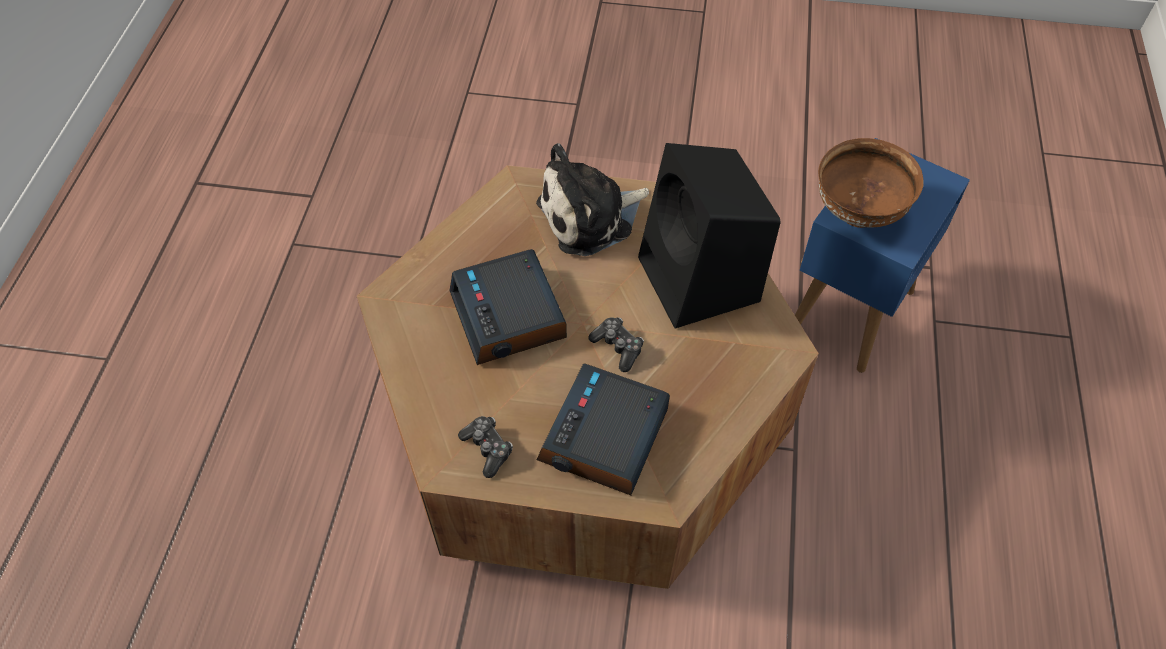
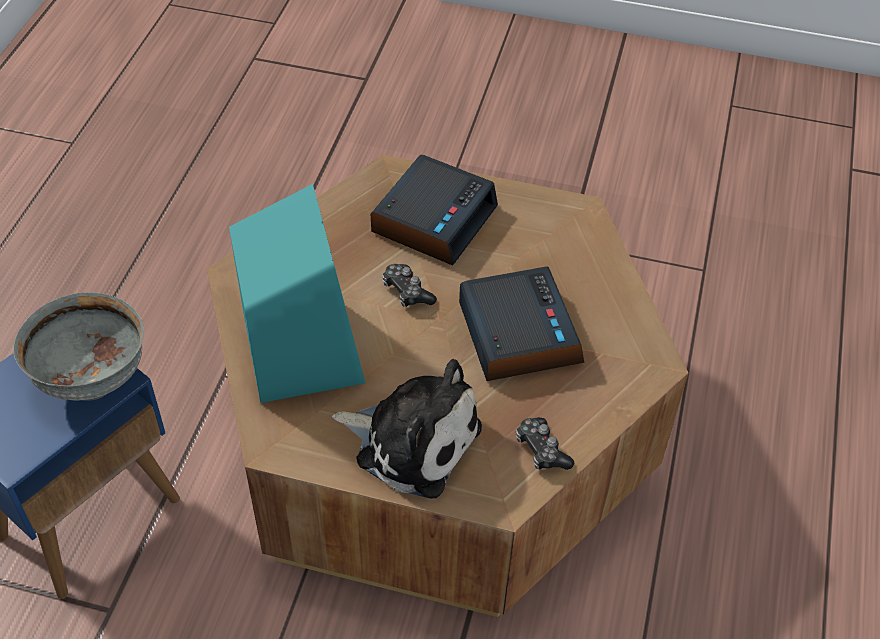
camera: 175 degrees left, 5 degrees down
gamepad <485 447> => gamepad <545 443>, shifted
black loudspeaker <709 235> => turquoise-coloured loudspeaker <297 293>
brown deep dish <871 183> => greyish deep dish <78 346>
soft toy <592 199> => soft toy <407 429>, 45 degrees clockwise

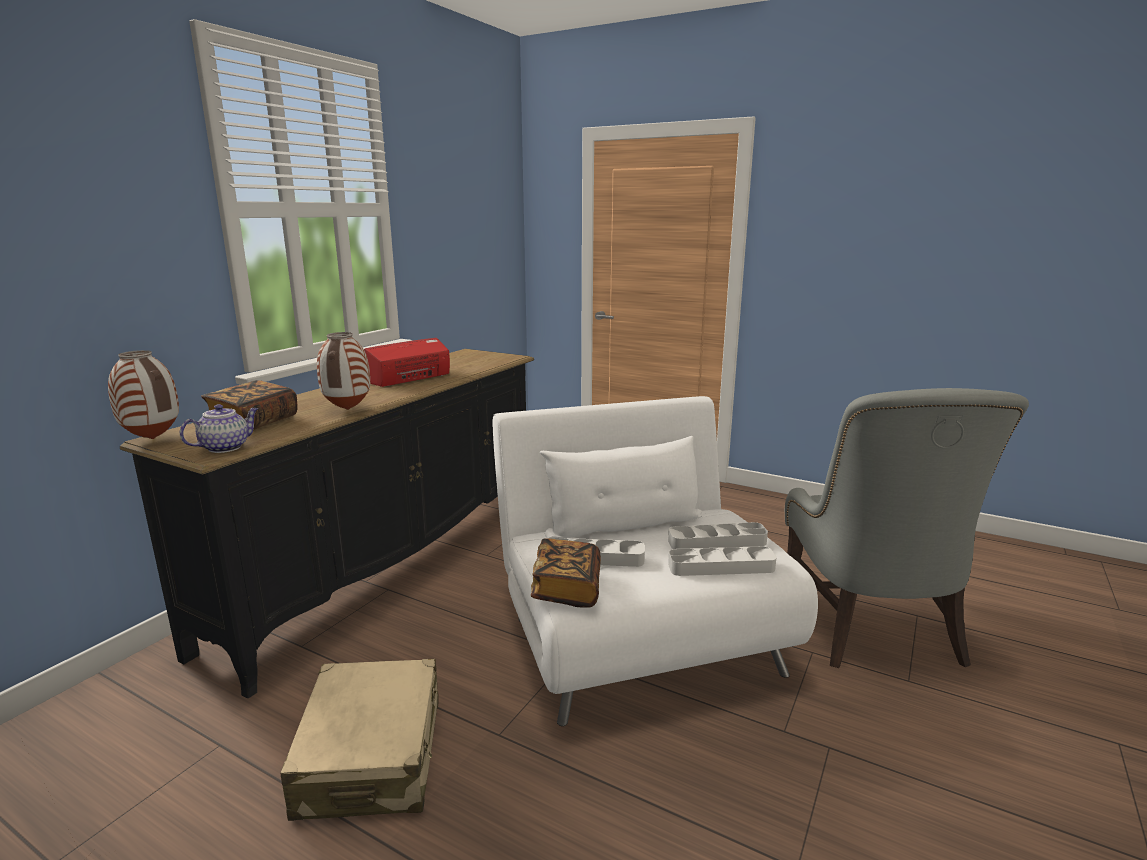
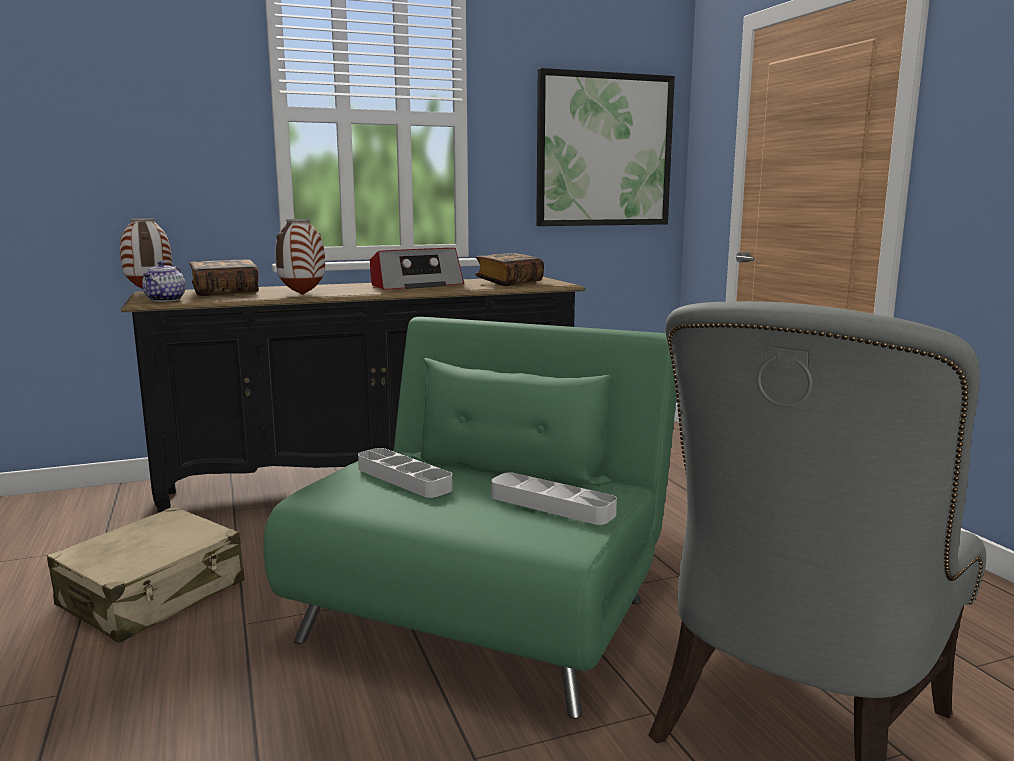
camera: 40 degrees right, 5 degrees down
greyish serving tray <722 561> => nothing
nothing => wall art <605 147>
book <566 573> => book <509 269>, shifted
whitish armchair <655 561> => green-coloured armchair <469 517>
tea pot <219 428> => tea pot <164 281>, 105 degrees clockwise
radio receiver <407 362> => radio receiver <417 269>, 150 degrees clockwise

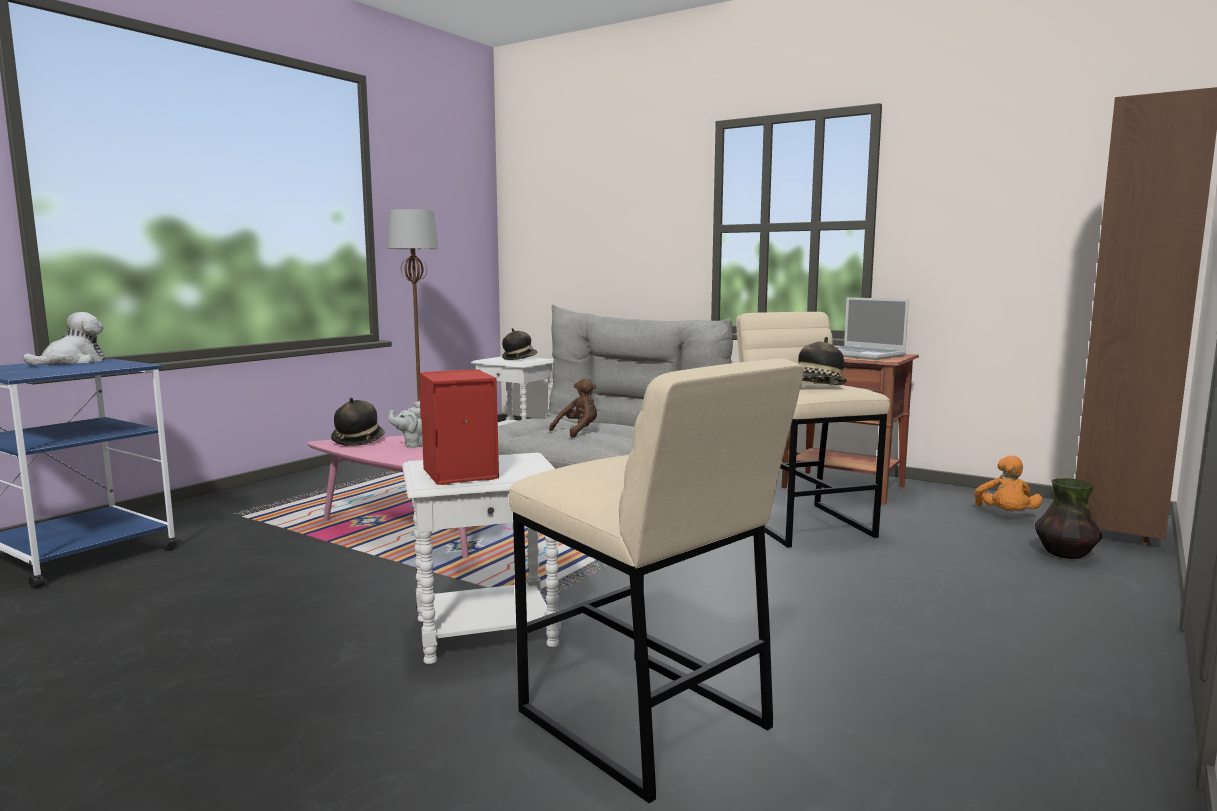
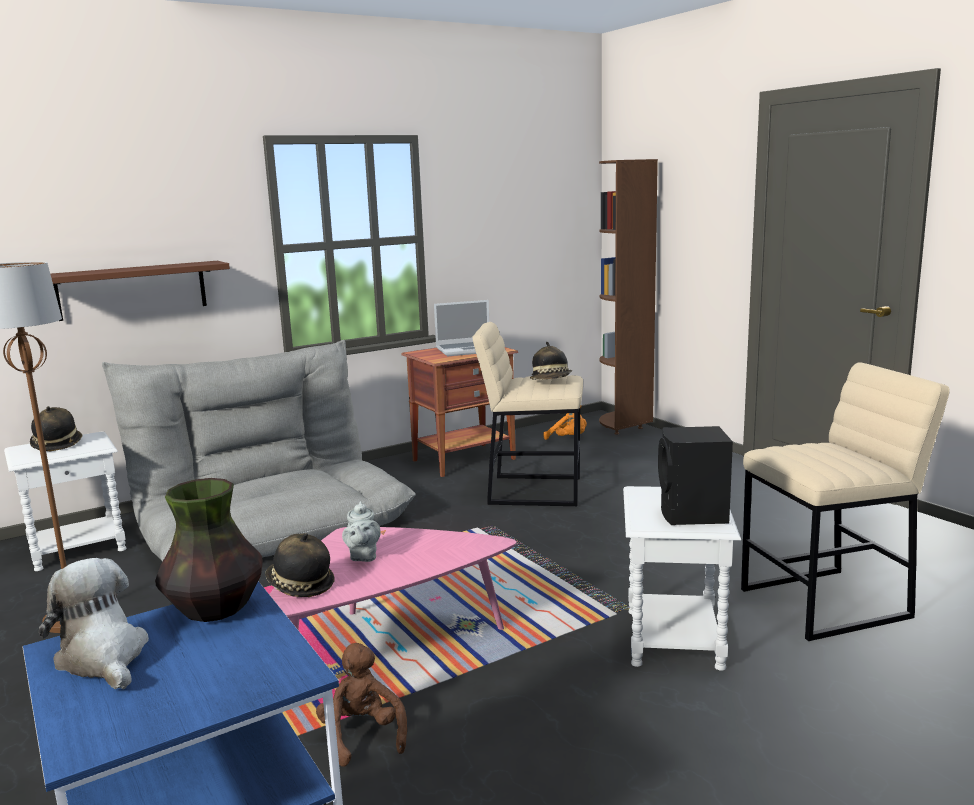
camera: 65 degrees left, 5 degrees up
nothing => brown shelf <140 291>
brown soft toy <573 408> => brown soft toy <361 705>, shifted
vase <1068 518> => vase <209 550>, shifted
reddish loudspeaker <459 427> => black loudspeaker <695 475>

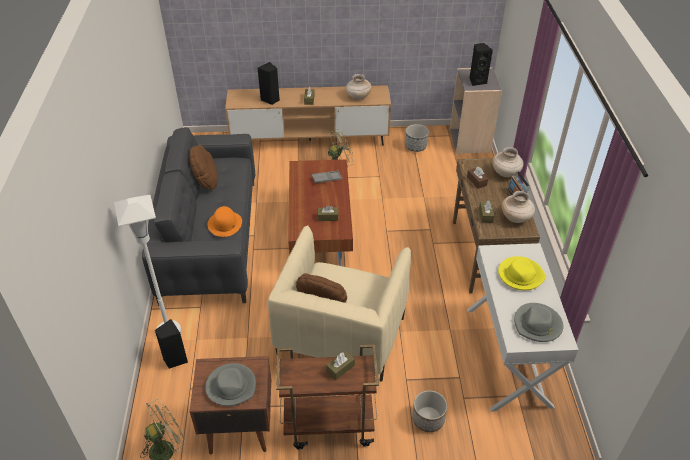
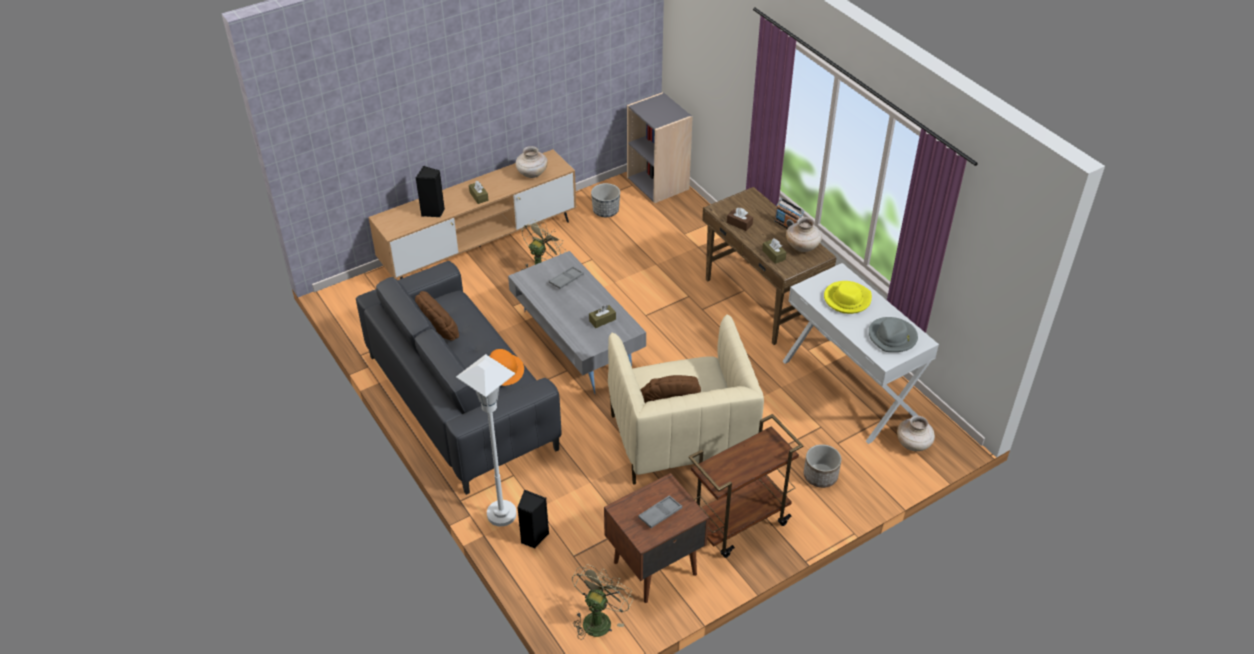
camera: 30 degrees left, 0 degrees up
brown box of tissues <340 365> => nothing
black loudspeaker <481 64> => nothing
sand-coloured vase <507 162> => sand-coloured vase <916 433>, shifted
greyish clothing hat <230 384> => greyish serving tray <660 511>
brown lounge table <320 212> => greyish lounge table <577 322>

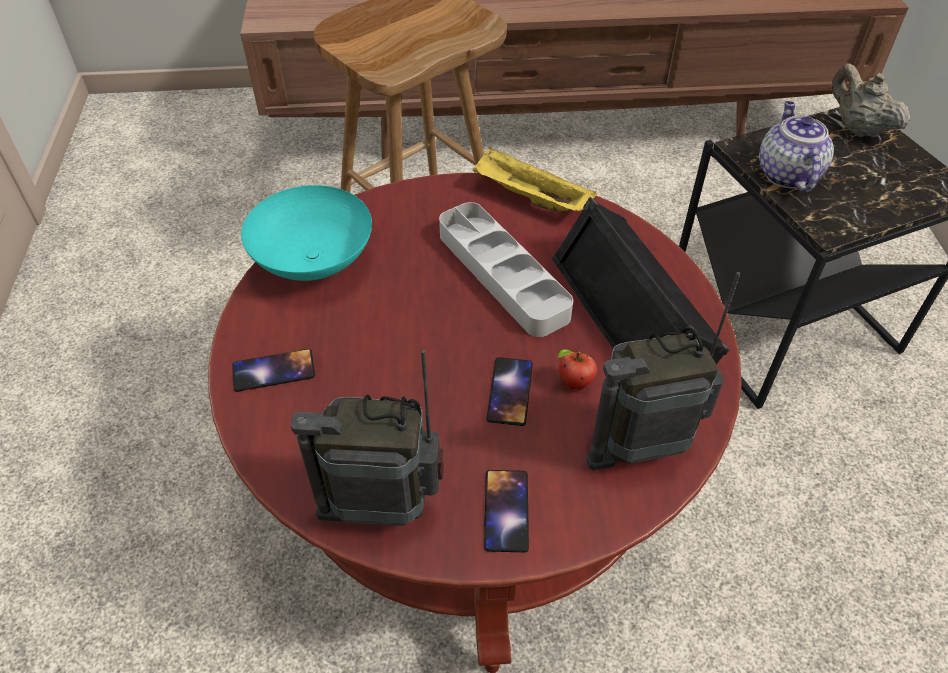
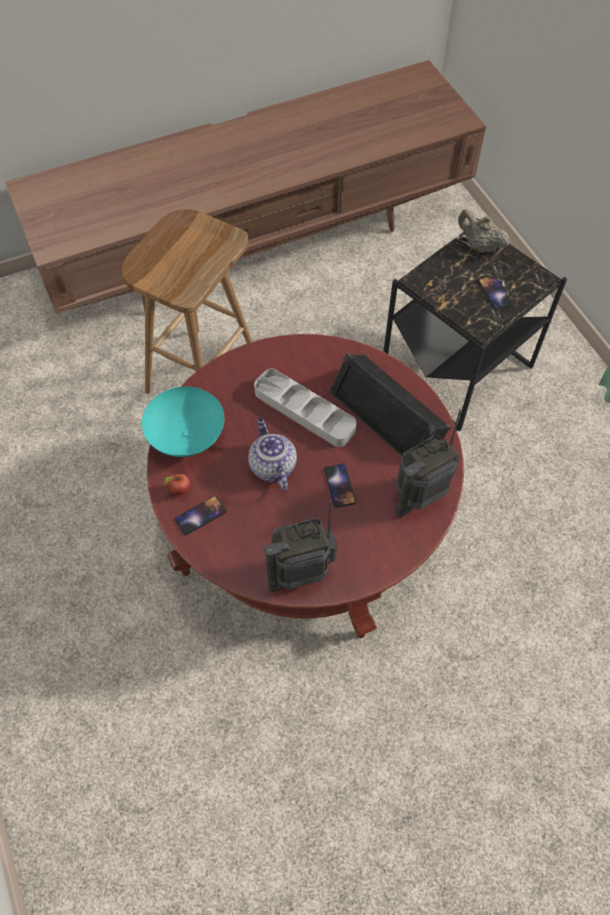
camera: 20 degrees left, 10 degrees up
yellow serving tray <535 179> => nothing
phone <506 511> => phone <495 292>, shifted
apple <577 369> => apple <177 484>, shifted
tea pot <796 146> => tea pot <272 454>, shifted

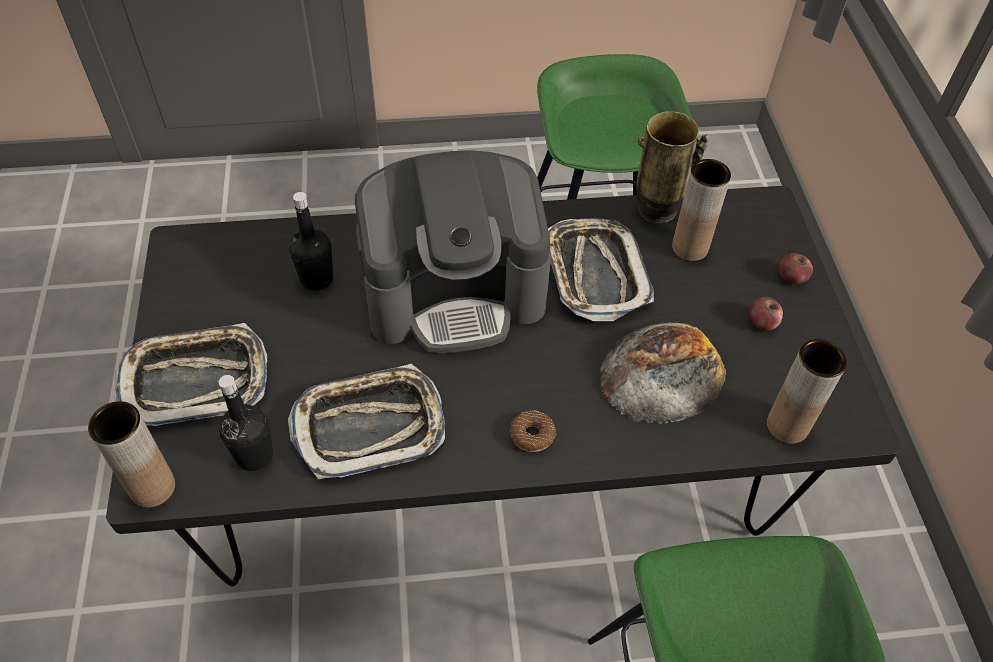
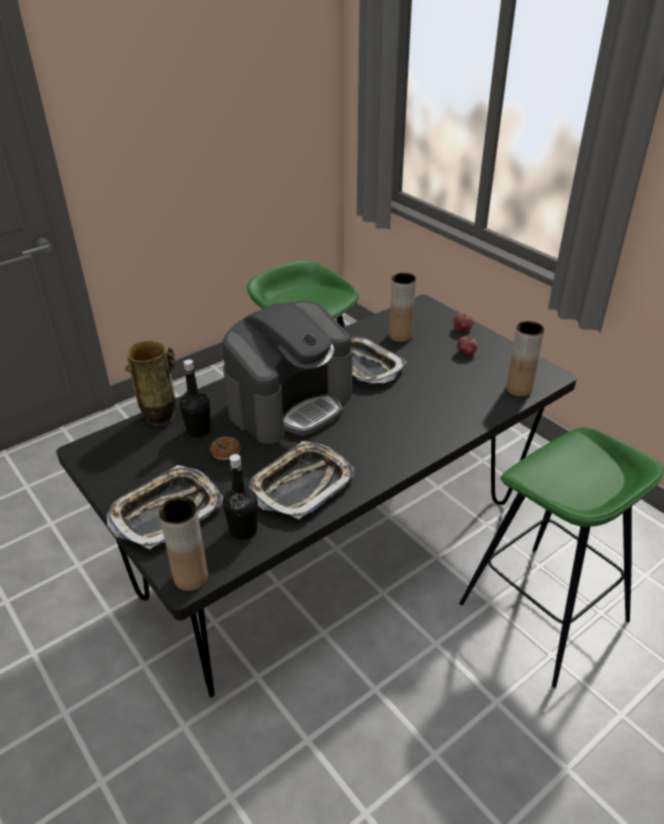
camera: 30 degrees left, 15 degrees down
baked bread <663 373> => nothing
ring doughnut <533 431> => ring doughnut <225 448>, shifted
vase <672 168> => vase <150 383>, shifted

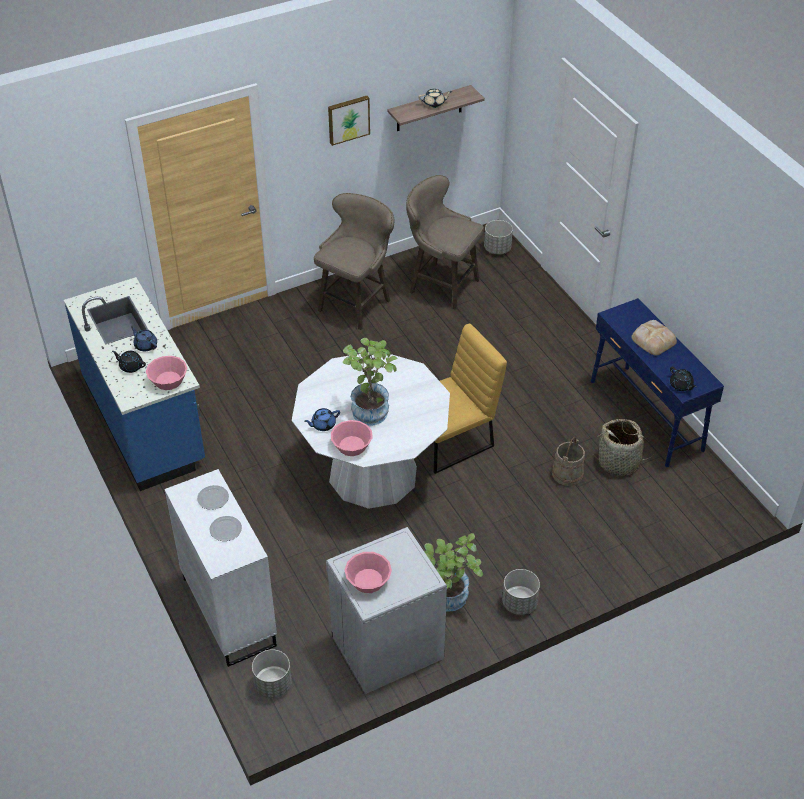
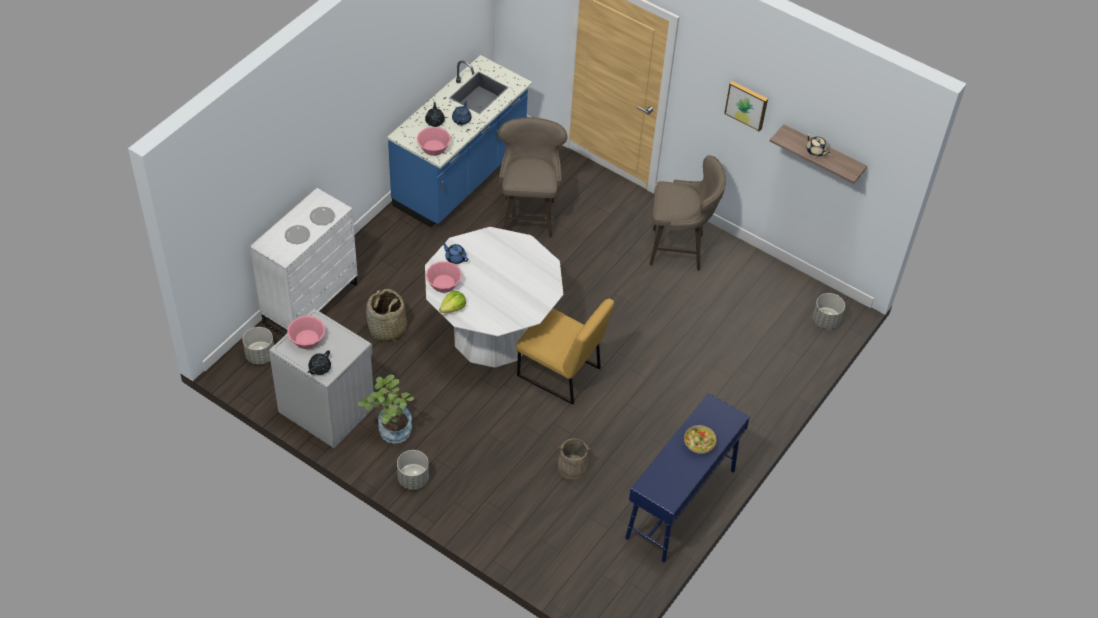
camera: 60 degrees right, 5 degrees up
plant in a pot <370 382> => nothing
nothing => lettuce head <452 302>
sand-coloured stool seat <445 242> => sand-coloured stool seat <533 177>, shifted
basket <623 447> => basket <386 315>, shifted
black tea pot <683 379> => black tea pot <319 362>, shifted
baked bread <654 338> => deep dish <700 439>

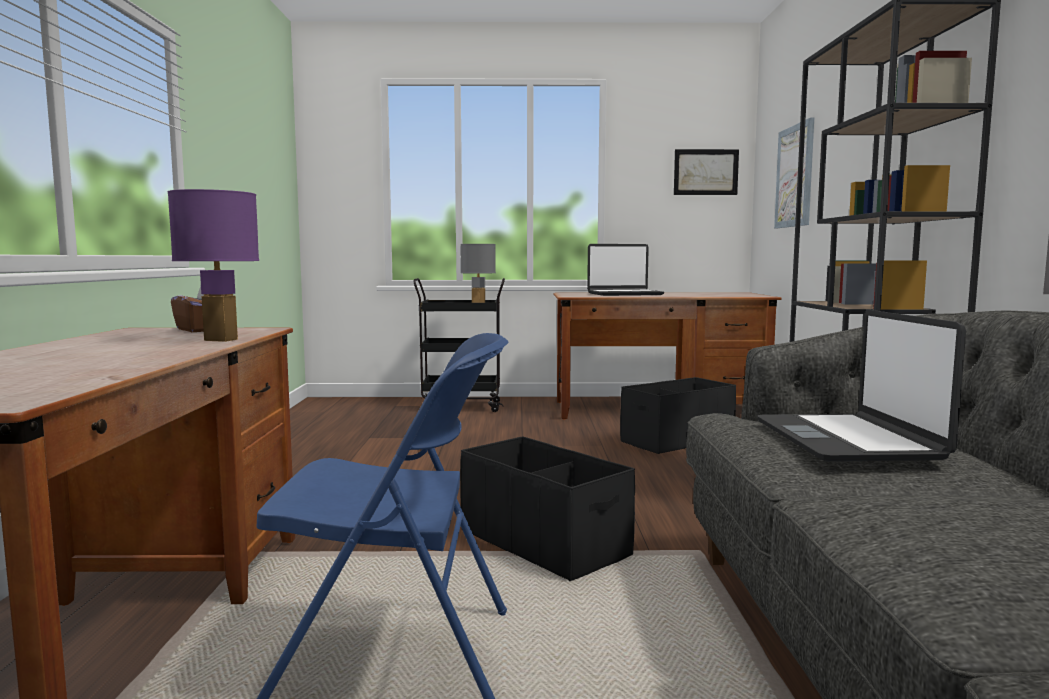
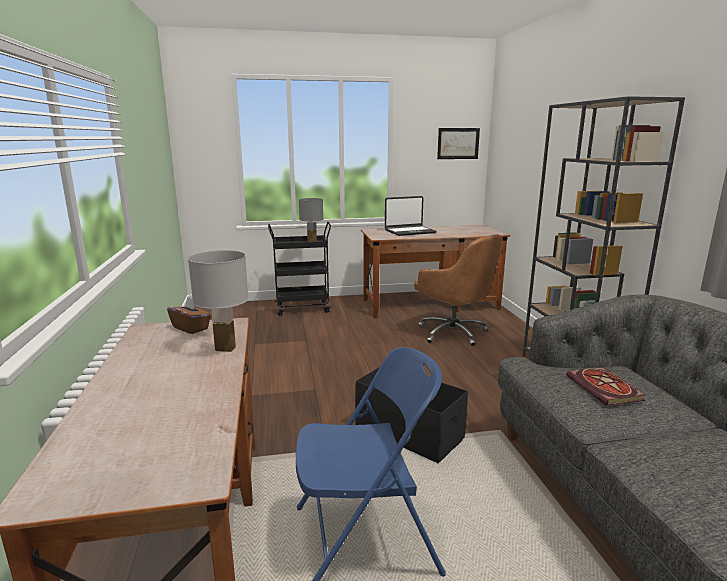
camera: 10 degrees left, 10 degrees up
wall art <794 172> => nothing
black storage bin <678 415> => brown desk chair <458 290>
laptop <862 386> => book <606 386>
purple-coloured lamp for a table <213 265> => whitish lamp for a table <218 301>

